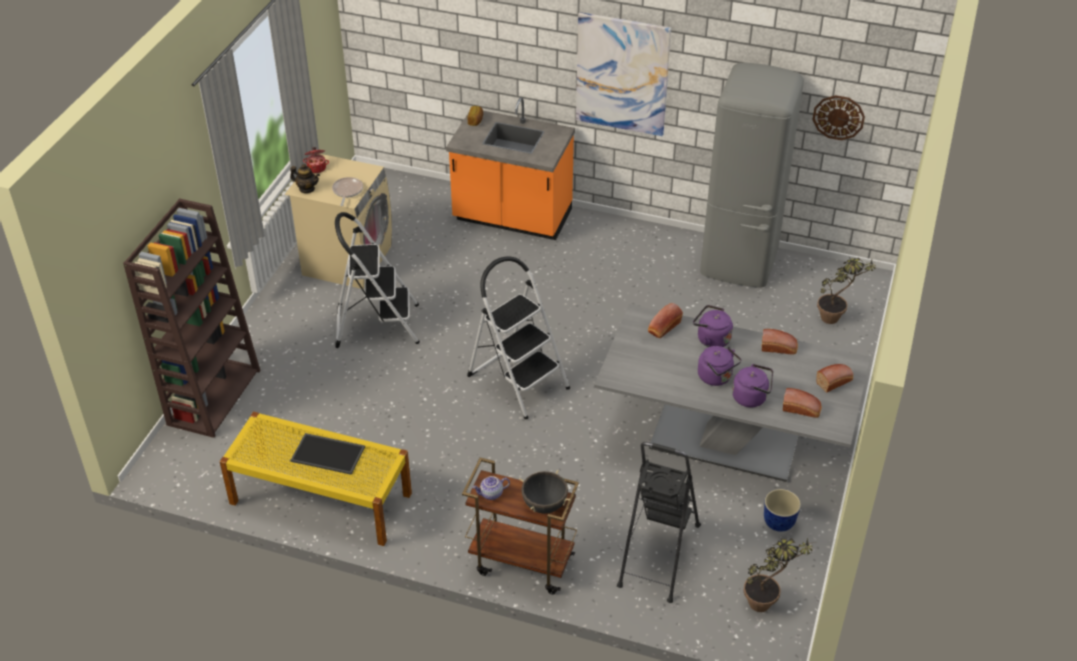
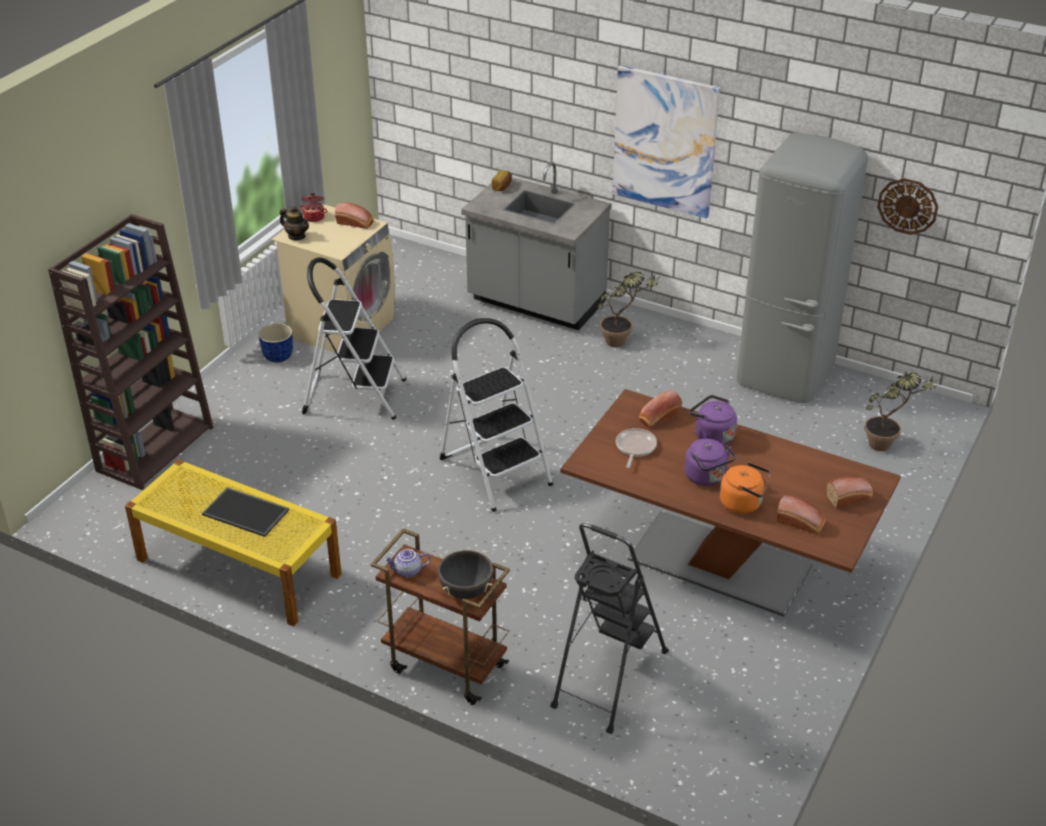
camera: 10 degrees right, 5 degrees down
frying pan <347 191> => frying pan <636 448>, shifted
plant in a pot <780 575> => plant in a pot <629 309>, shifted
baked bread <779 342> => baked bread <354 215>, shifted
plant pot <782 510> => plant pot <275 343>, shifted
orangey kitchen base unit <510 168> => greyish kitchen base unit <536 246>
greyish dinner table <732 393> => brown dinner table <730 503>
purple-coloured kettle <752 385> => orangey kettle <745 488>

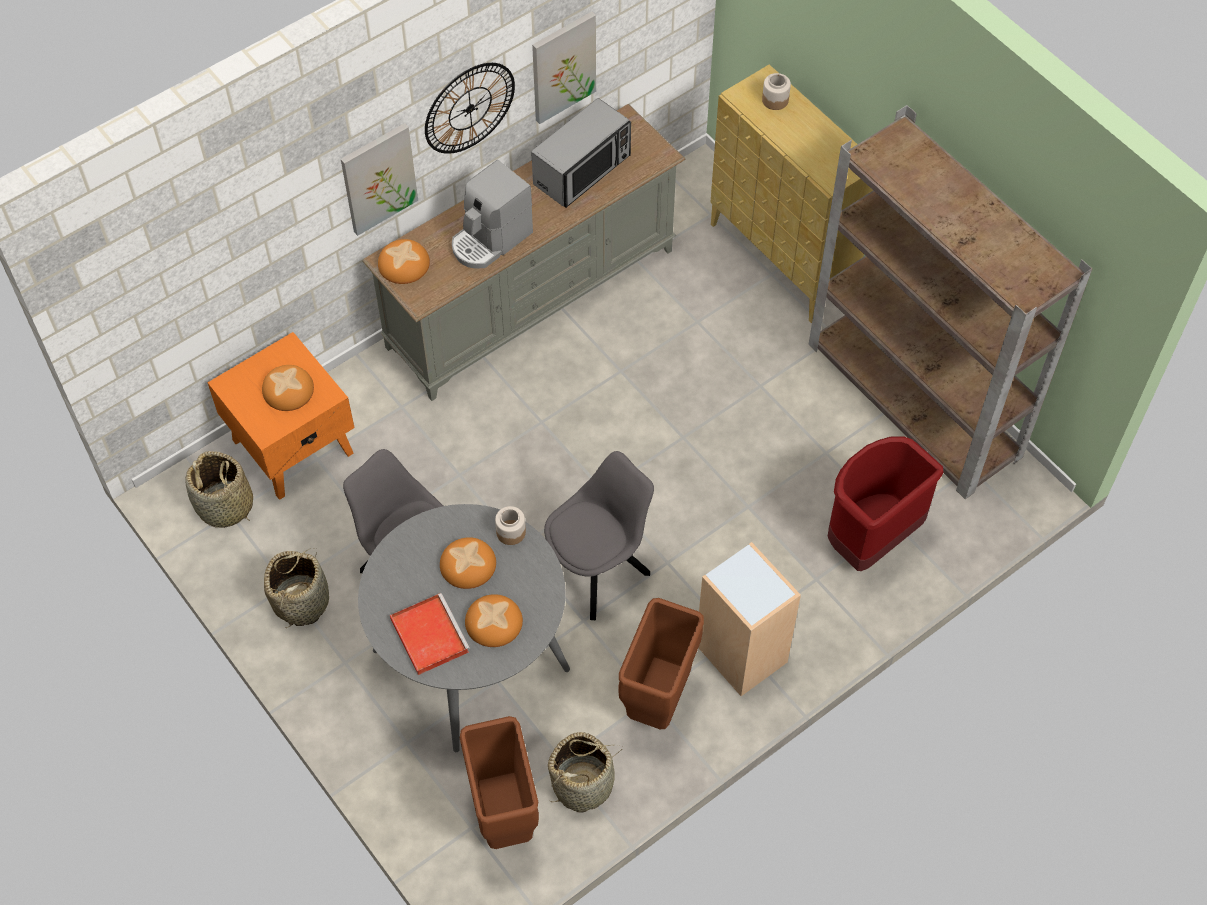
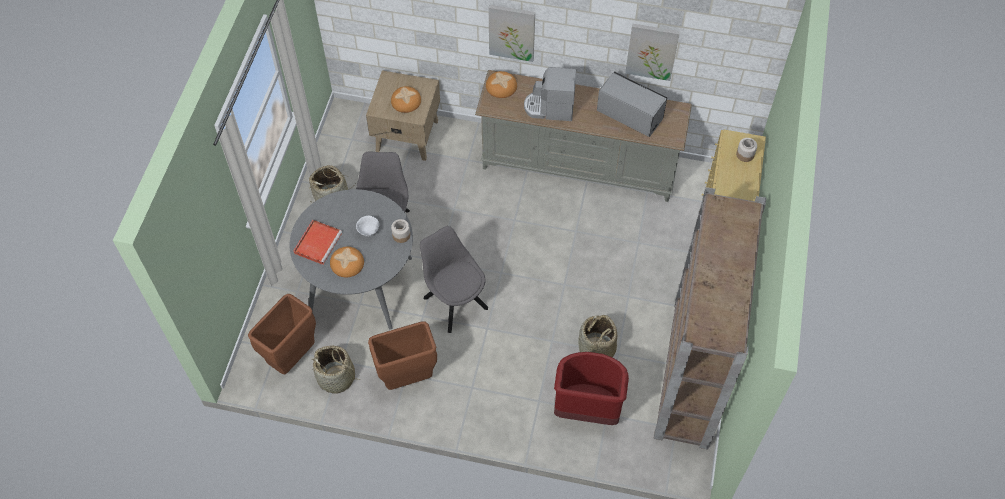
camera: 50 degrees right, 0 degrees up
hanging clock <470 108> => nothing
shelving unit <749 619> => nothing
basket <219 489> => basket <598 336>, shifted
baked bread <468 563> => whitish deep dish <367 226>
orangey bedside table <281 416> => sand-coloured bedside table <403 115>
kitchen microwave <581 153> => kitchen microwave <632 104>, 150 degrees counterclockwise
greyish chair <599 535> => greyish chair <454 279>, 135 degrees counterclockwise

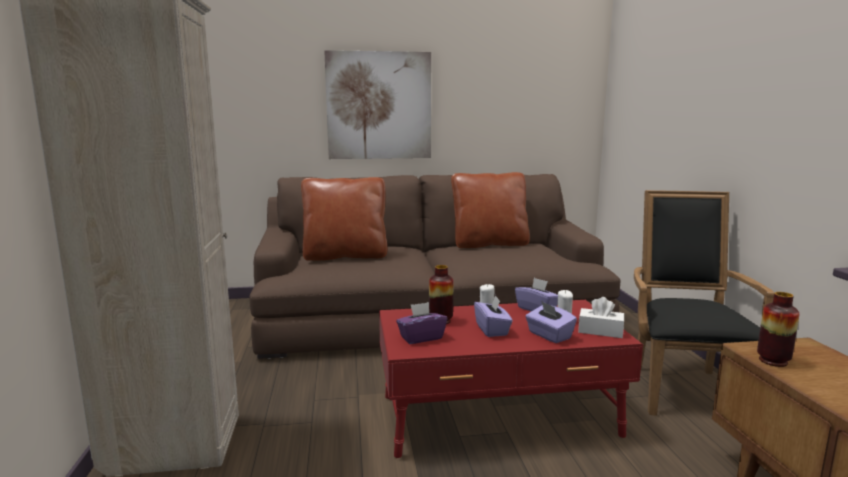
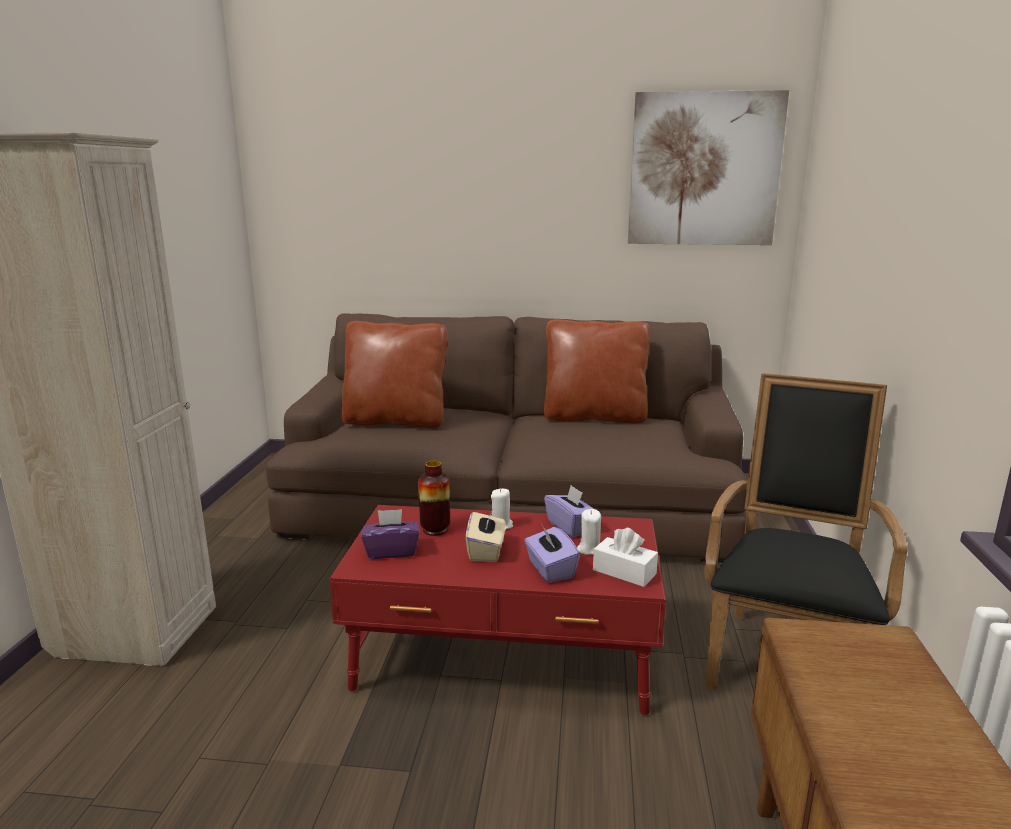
camera: 15 degrees right, 5 degrees up
vase <778 329> => nothing
wall art <377 104> => wall art <708 167>, shifted
purple-coloured box of tissues <493 316> => sand-coloured box of tissues <485 537>

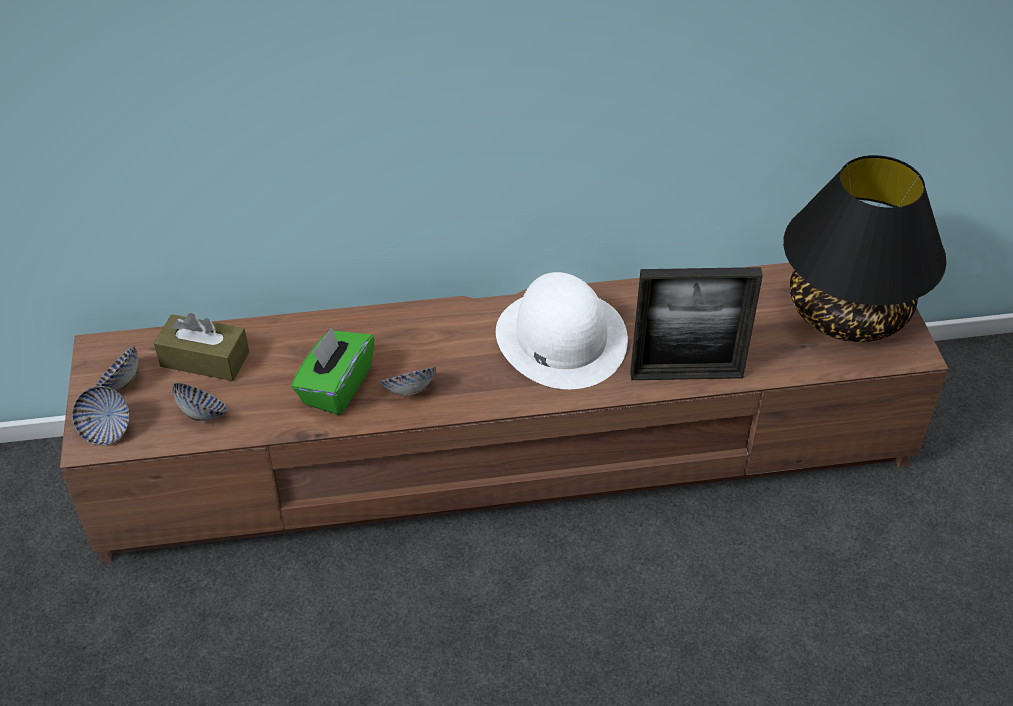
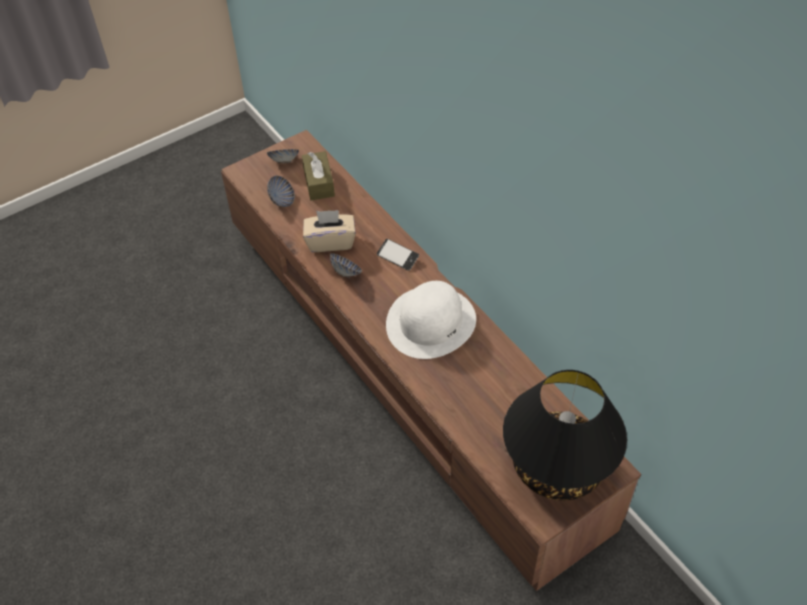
camera: 65 degrees right, 5 degrees up
deep dish <101 415> => nothing
photo frame <696 323> => nothing
nothing => phone <398 255>
green-coloured box of tissues <332 371> => sand-coloured box of tissues <329 231>

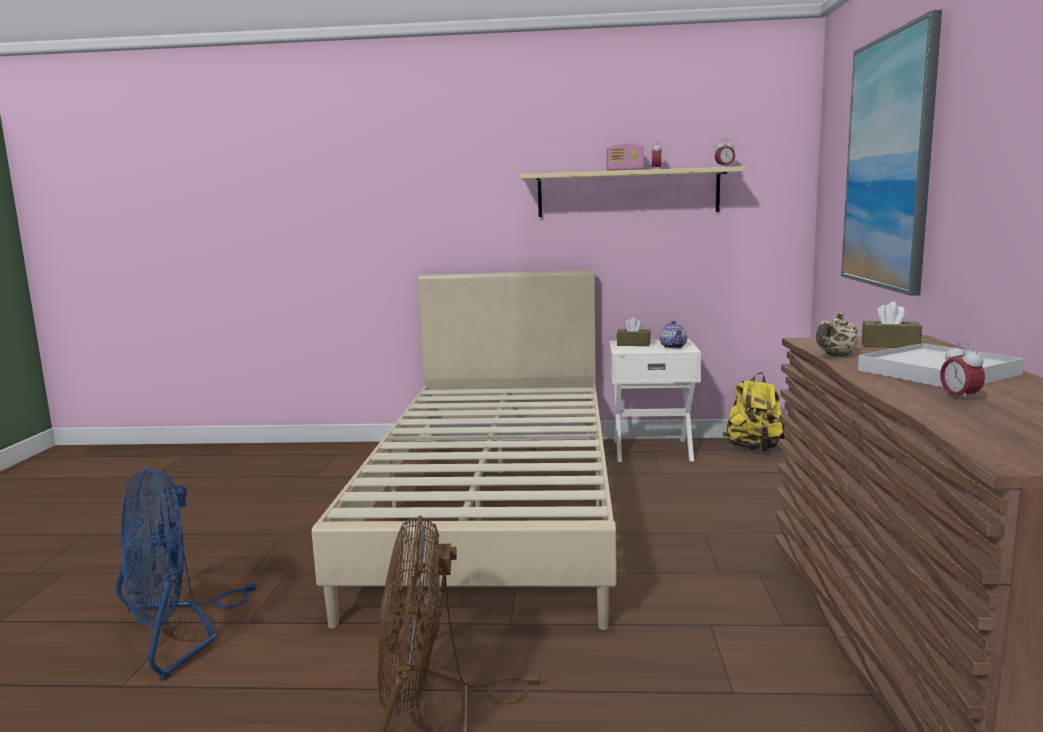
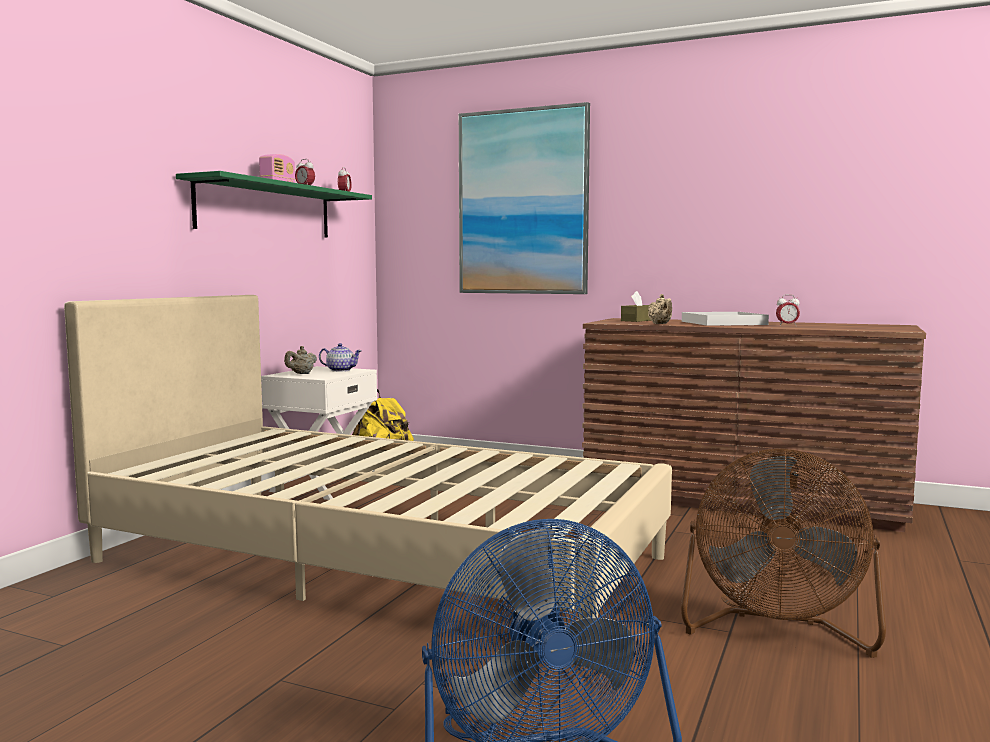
camera: 70 degrees left, 5 degrees down
brown box of tissues <634 331> => sand-coloured tea pot <300 360>
sand-coloured shelf <632 191> => green-coloured shelf <274 204>

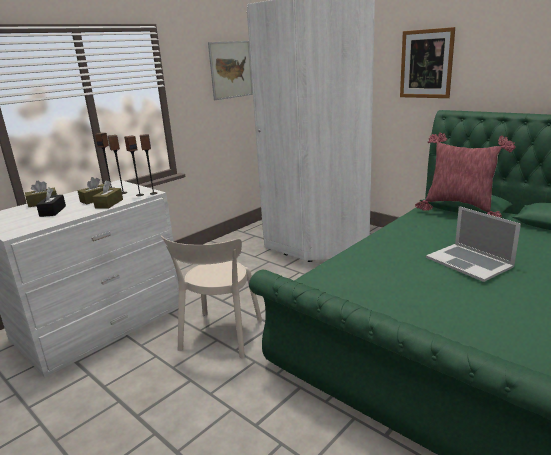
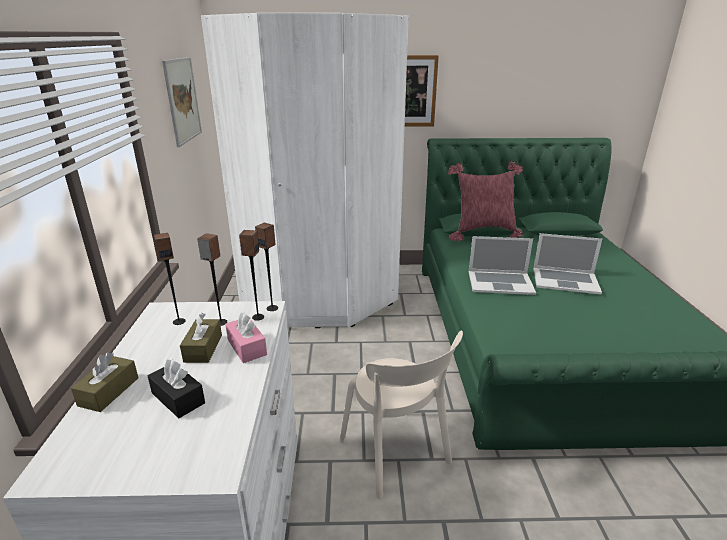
camera: 45 degrees left, 5 degrees up
nothing => laptop <502 265>
brown box of tissues <107 194> => pink box of tissues <246 337>

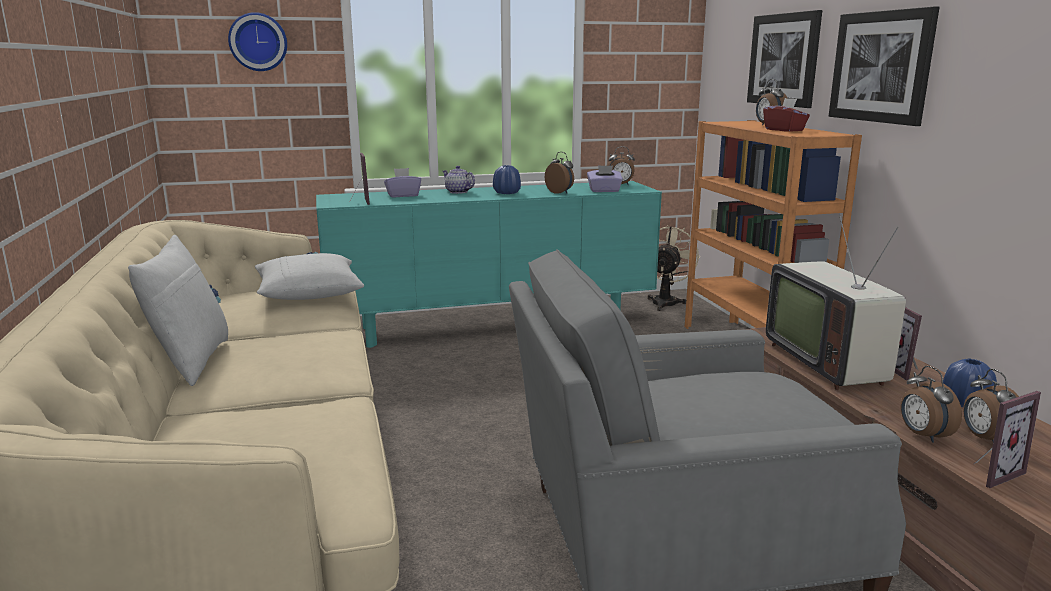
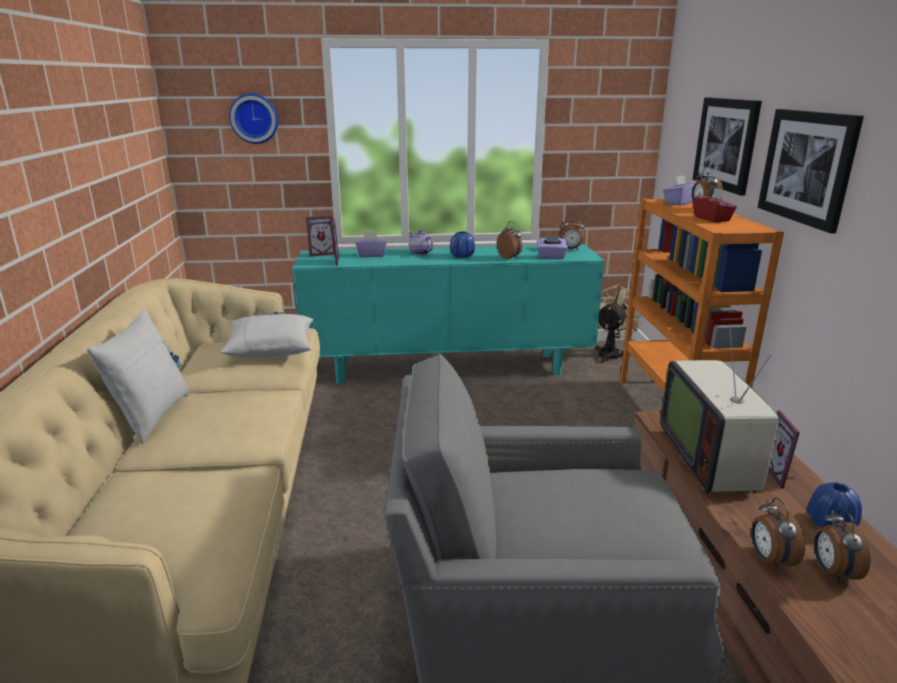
camera: 10 degrees right, 5 degrees up
nothing => purple-coloured box of tissues <679 190>
photo frame <1007 439> => photo frame <320 236>, shifted

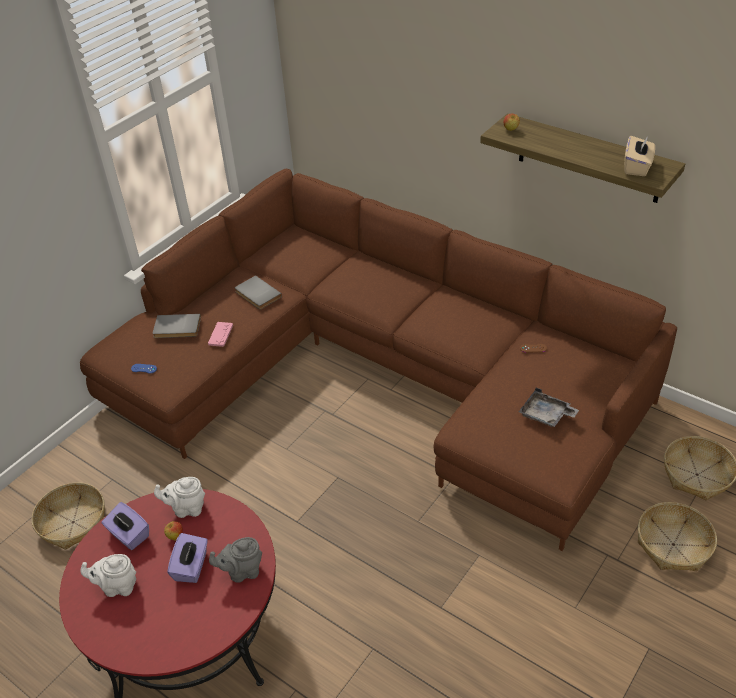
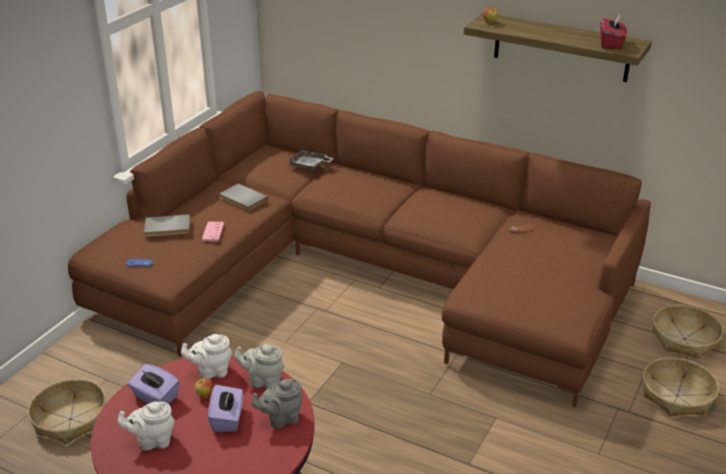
camera: 10 degrees left, 10 degrees down
nothing => greyish tea pot <259 366>
greyish serving tray <549 407> => greyish serving tray <310 158>, shifted
sand-coloured box of tissues <639 156> => reddish box of tissues <613 32>

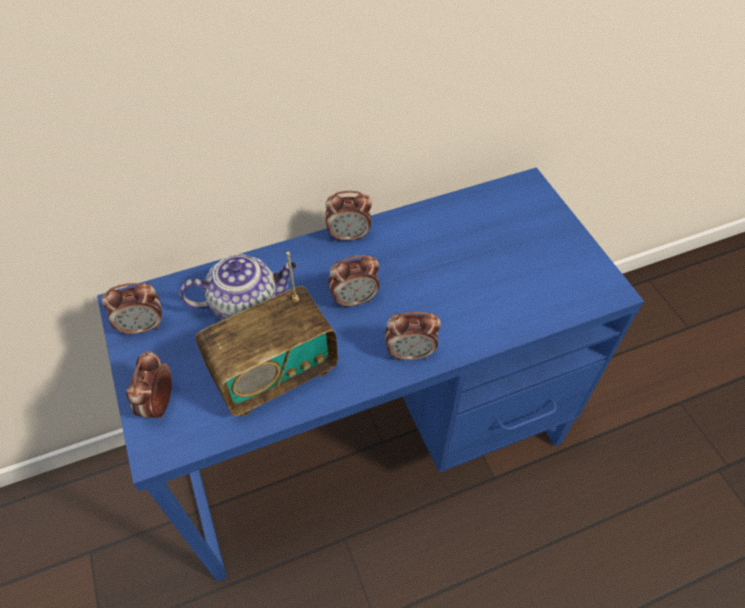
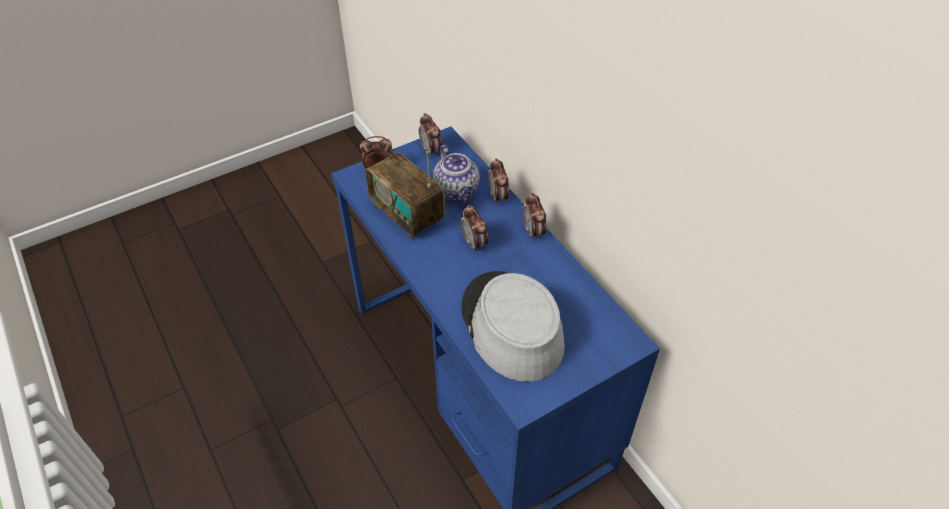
camera: 80 degrees right, 5 degrees down
nothing => greyish clothing hat <513 326>
bedside clock <413 336> => bedside clock <498 181>, shifted

